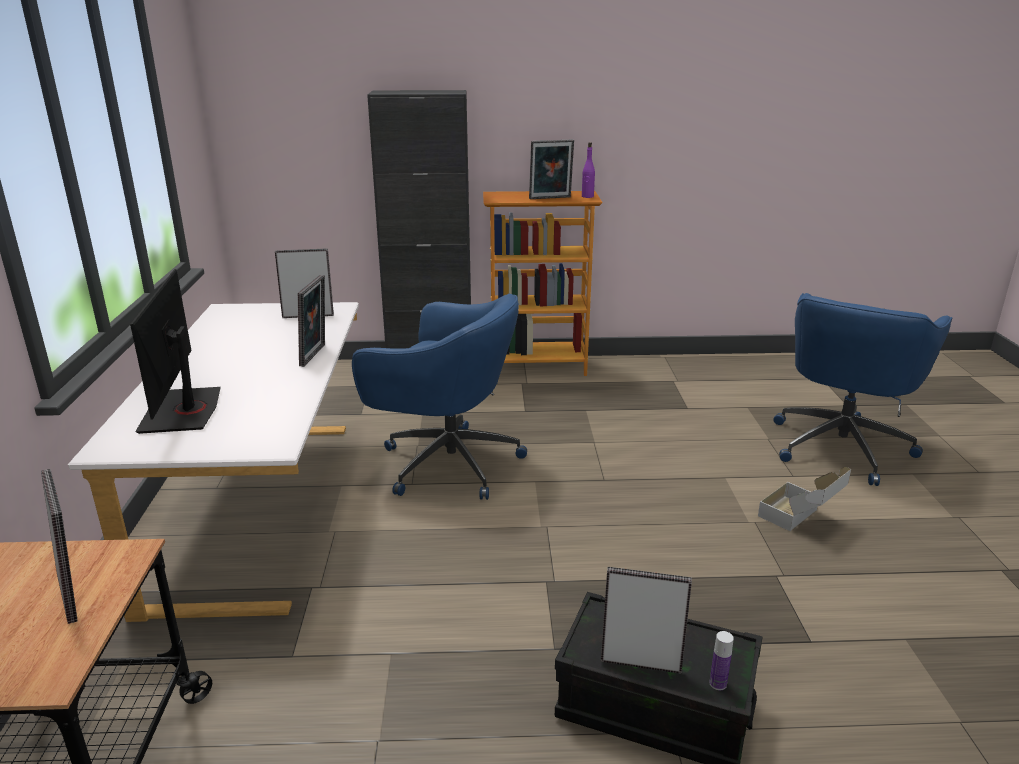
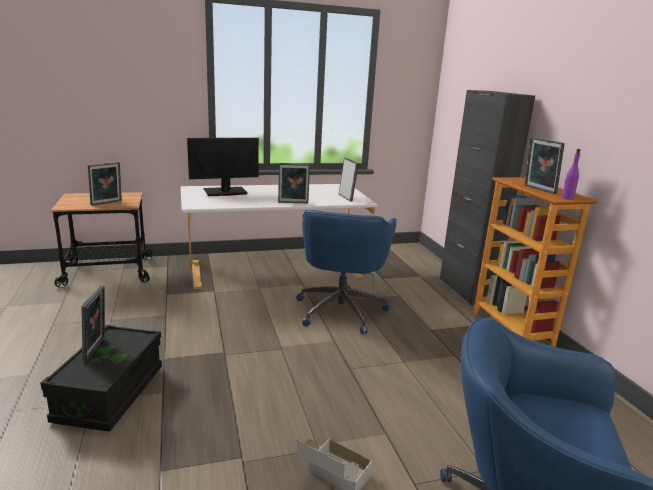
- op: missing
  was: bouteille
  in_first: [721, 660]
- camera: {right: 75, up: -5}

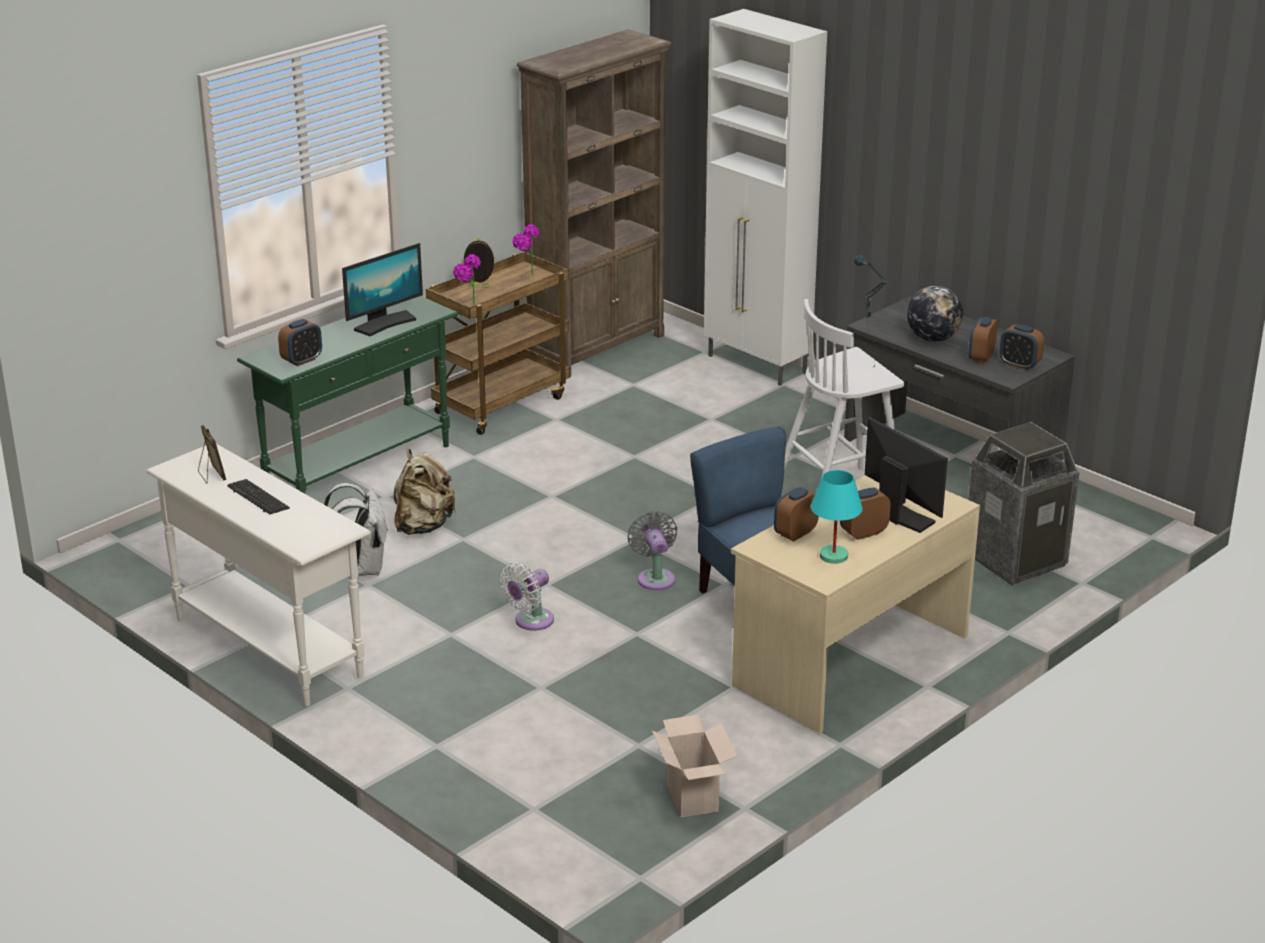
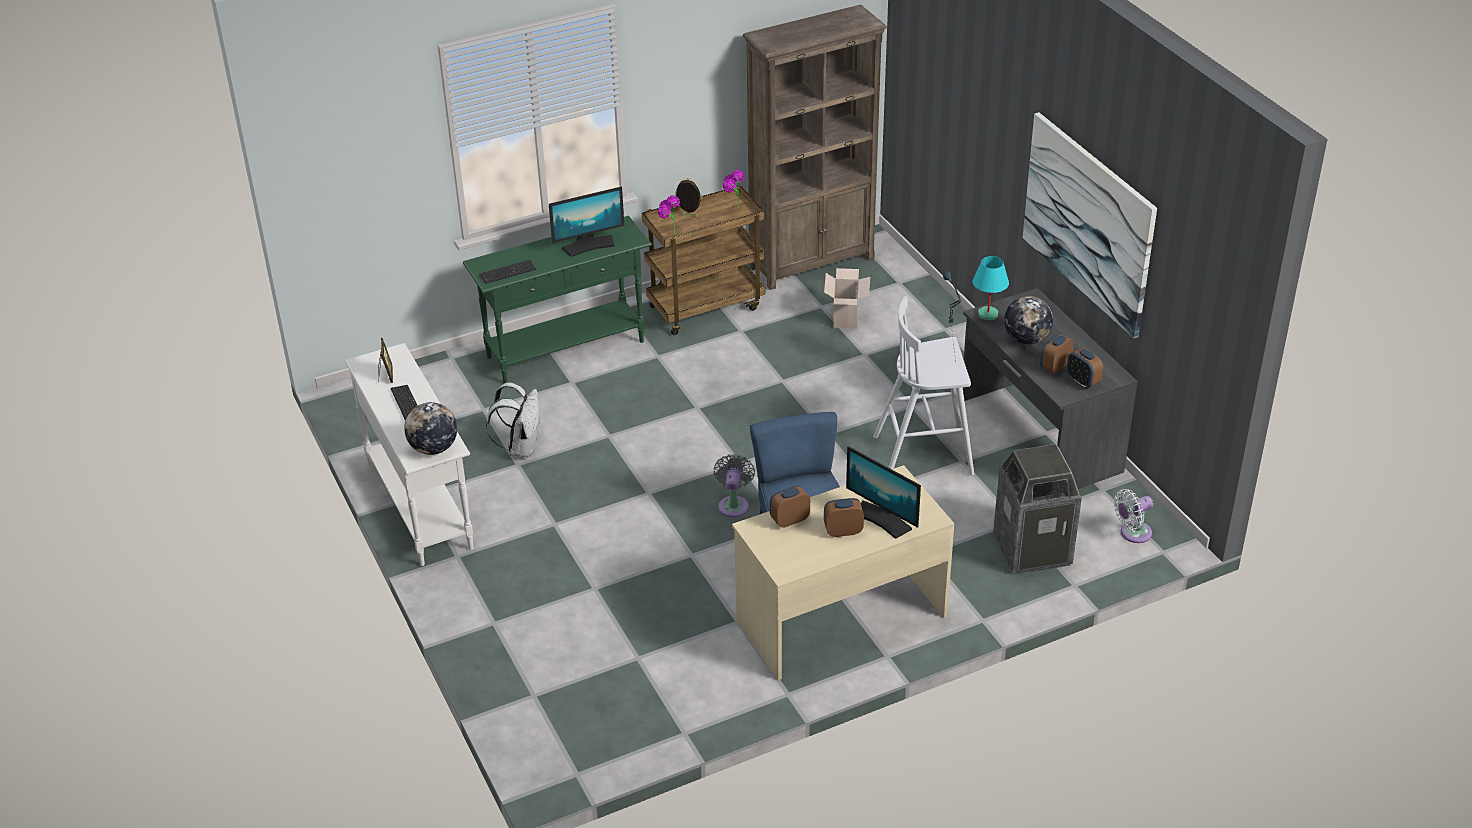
- op: exchanged
  was: réveil
  now: clavier
  in_first: [300, 342]
  in_second: [507, 272]
- op: missing
  was: sac à dos/beige
  in_first: [425, 492]
- op: relocated
  was: ventilateur/blanc
  in_first: [527, 597]
  in_second: [1133, 516]
- op: relocated
  was: carton
  in_first: [694, 766]
  in_second: [847, 298]
- op: missing
  was: meuble de rangement/blanc
  in_first: [765, 197]
- op: relocated
  was: lampe de table/turquoise
  in_first: [837, 517]
  in_second: [991, 288]
- op: spun
  was: écran d'ordinateur
  in_first: [906, 475]
  in_second: [883, 492]
  clockwise: 150
- op: appeared
  now: globe
  in_second: [430, 428]
- op: appeared
  now: tableau
  in_second: [1090, 225]
- camera: {right: 20, up: 10}

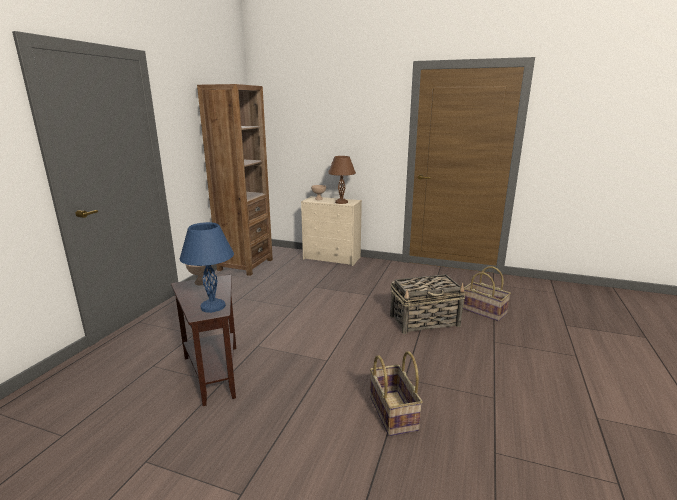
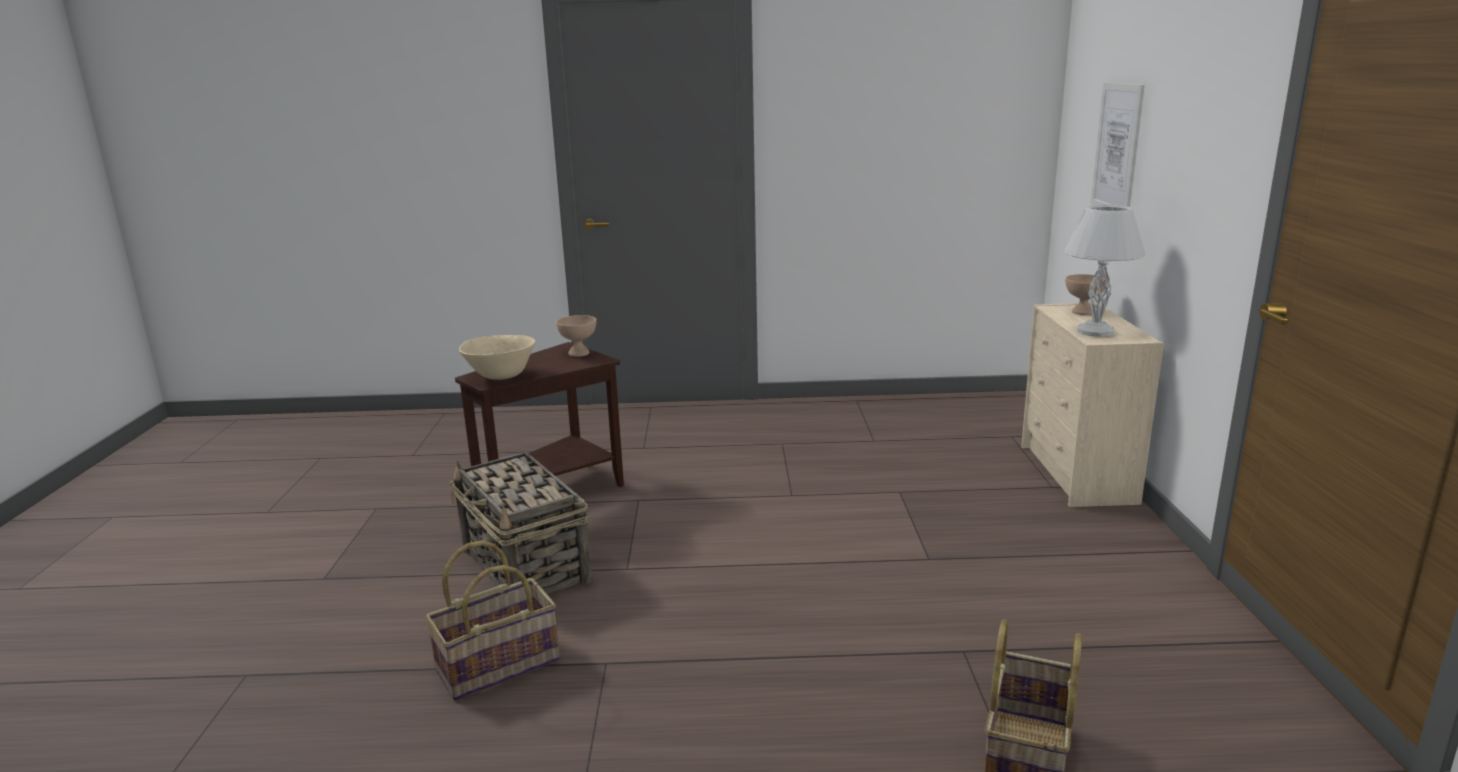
- op: exchanged
  was: lampe de table/bleu
  now: bol/beige
  in_first: [207, 267]
  in_second: [497, 357]
- op: missing
  was: bibliothèque/marron
  in_first: [235, 180]
- op: colour
  was: lampe de table/marron
  now: lampe de table/blanc
  in_first: [342, 180]
  in_second: [1104, 271]
- op: relocated
  was: panier
  in_first: [428, 304]
  in_second: [520, 523]
- op: appeared
  now: tableau
  in_second: [1117, 145]
- camera: {right: 70, up: 0}

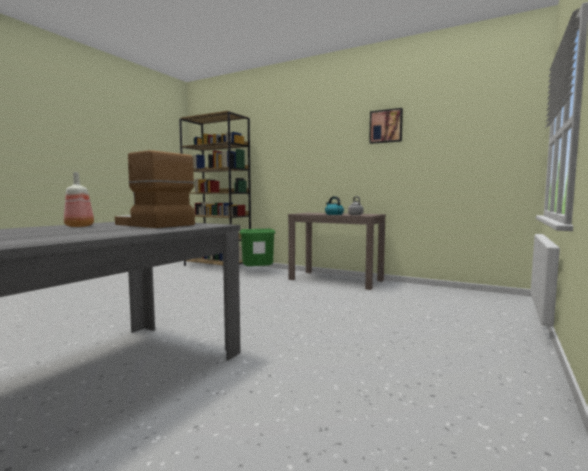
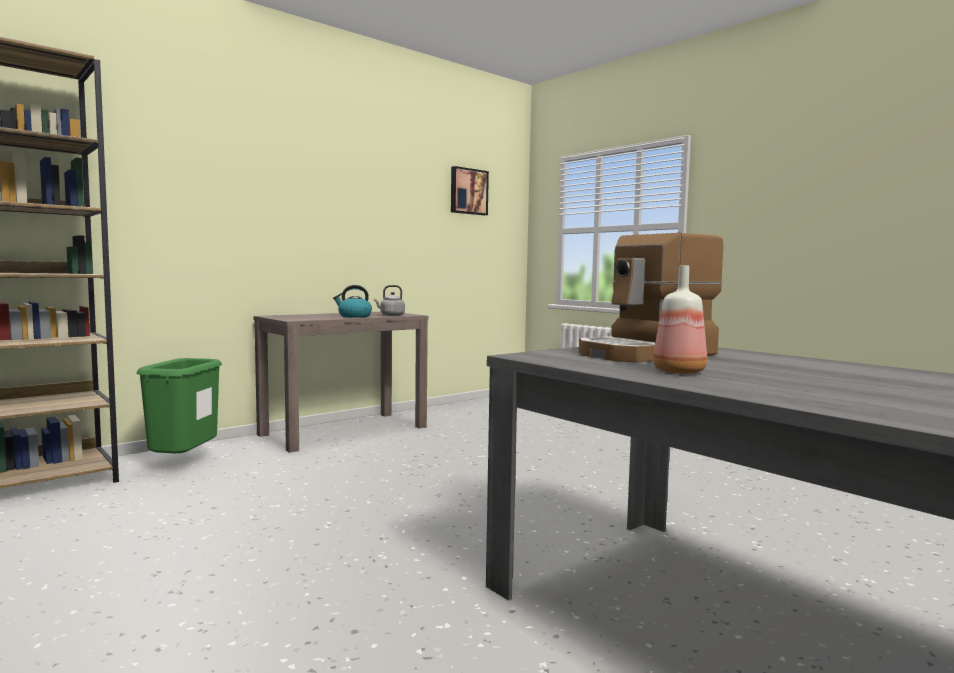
- op: relocated
  was: tableau
  in_first: [386, 126]
  in_second: [470, 190]
- camera: {right: -70, up: 0}

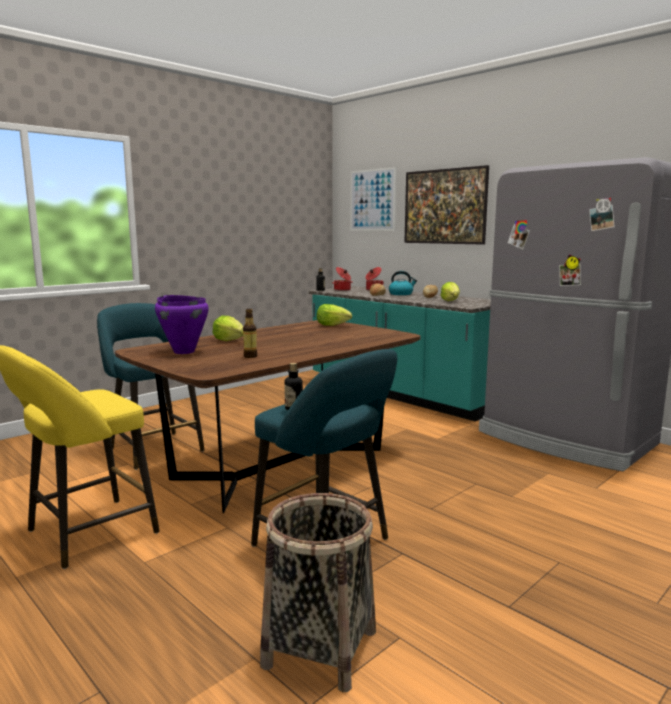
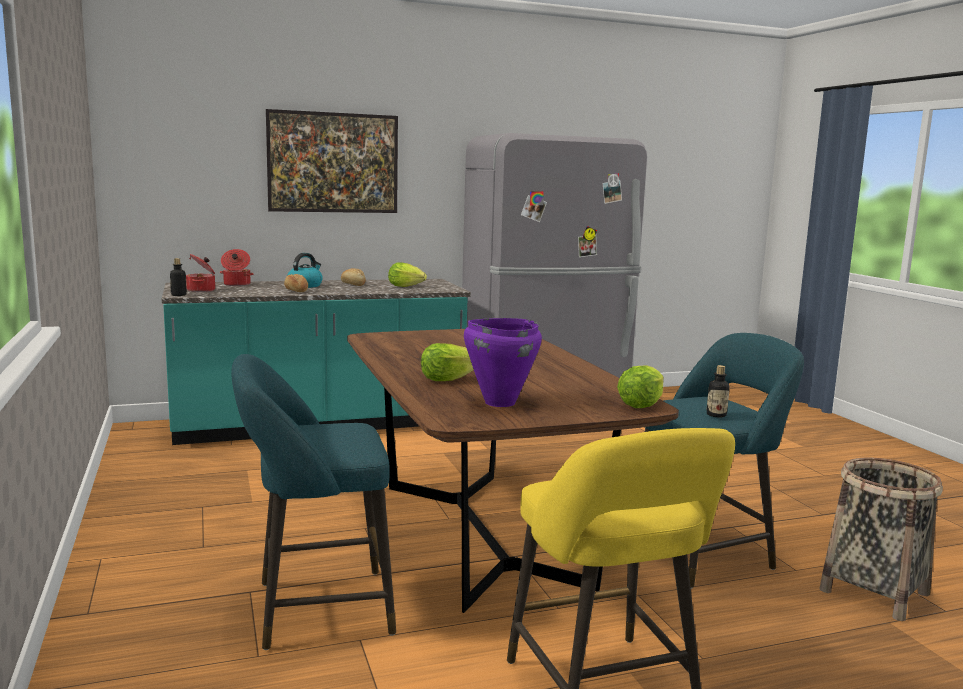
- op: missing
  was: bouteille
  in_first: [250, 333]
- op: relocated
  was: laitue
  in_first: [334, 315]
  in_second: [640, 386]
- op: missing
  was: tableau
  in_first: [373, 199]
- camera: {right: -65, up: 0}

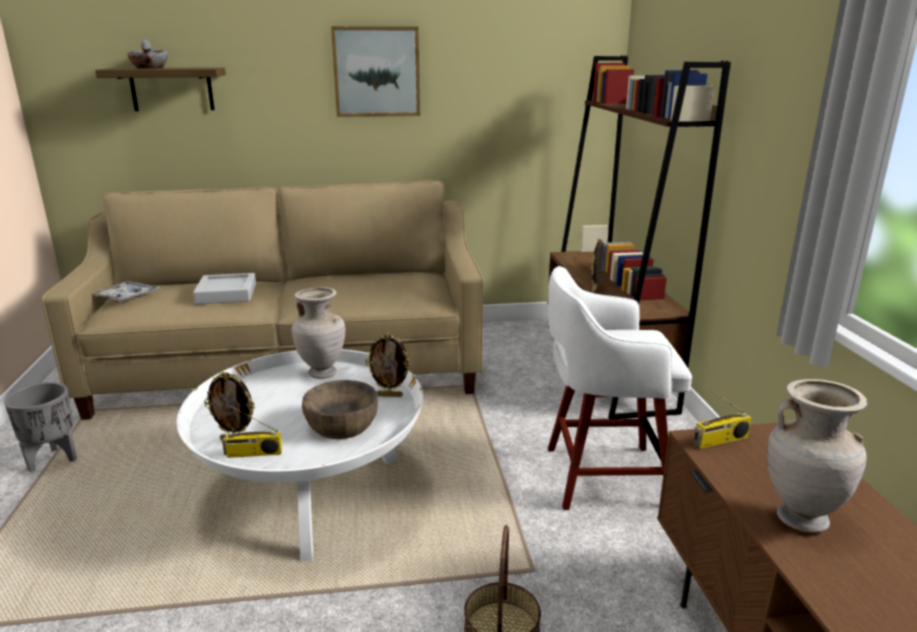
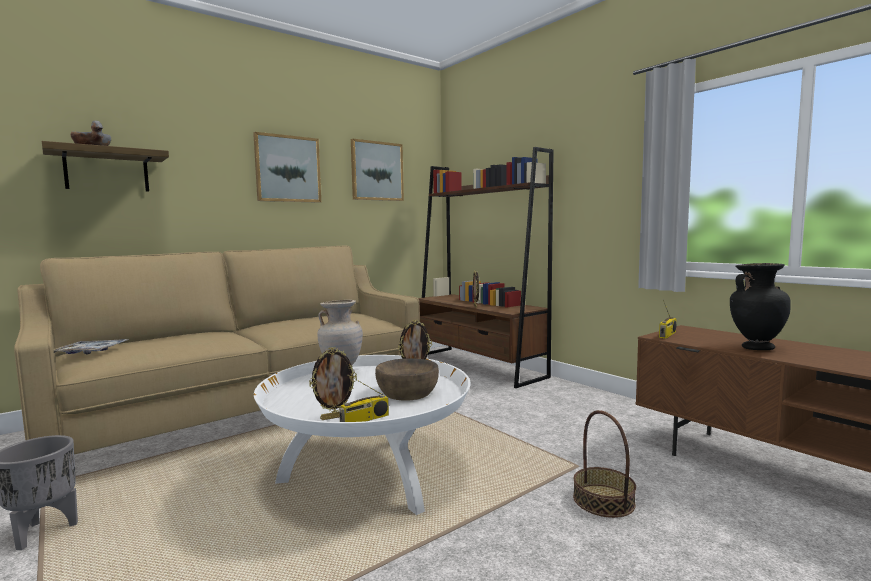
- op: missing
  was: plateau/gris
  in_first: [224, 288]
- op: missing
  was: tabouret/blanc
  in_first: [620, 388]
- op: colour
  was: vase/beige
  now: vase/noir
  in_first: [817, 456]
  in_second: [760, 306]
- op: appeared
  now: tableau
  in_second: [377, 170]
- camera: {right: -30, up: -15}

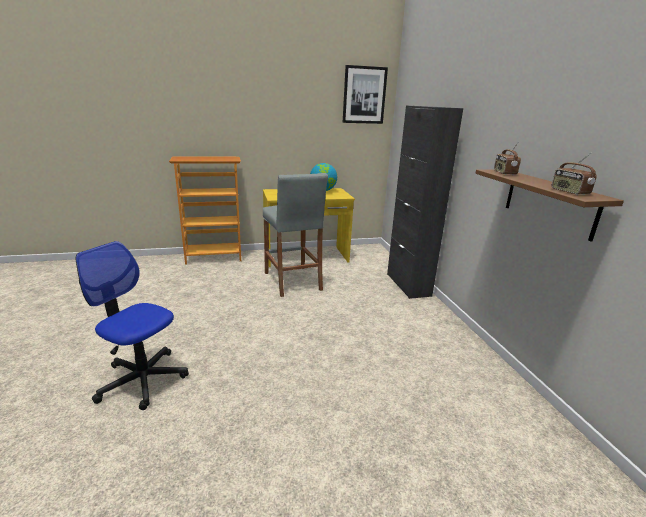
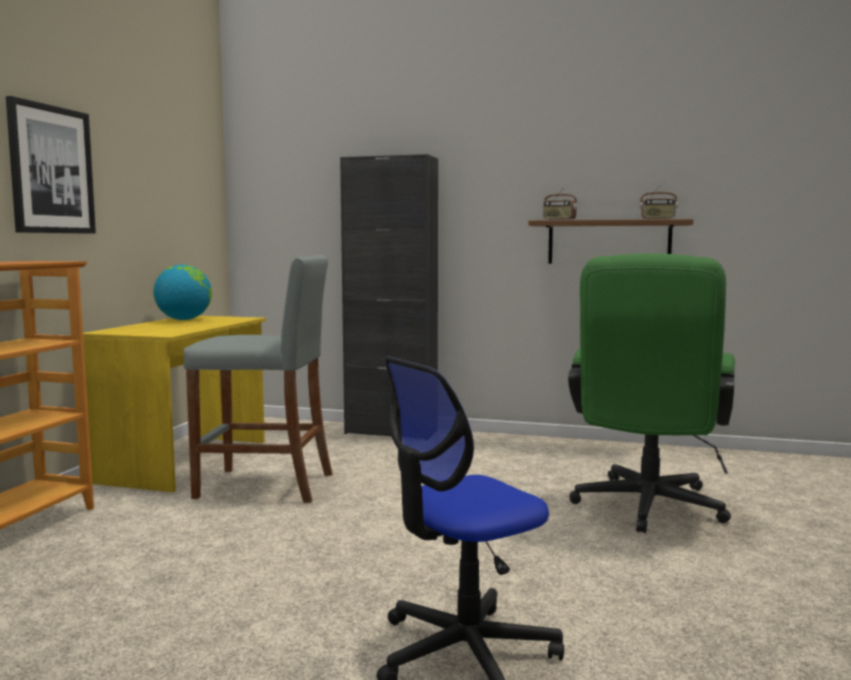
- op: relocated
  was: tableau
  in_first: [365, 94]
  in_second: [51, 165]
- op: appeared
  now: chaise de bureau/vert
  in_second: [651, 393]
- camera: {right: -60, up: -15}

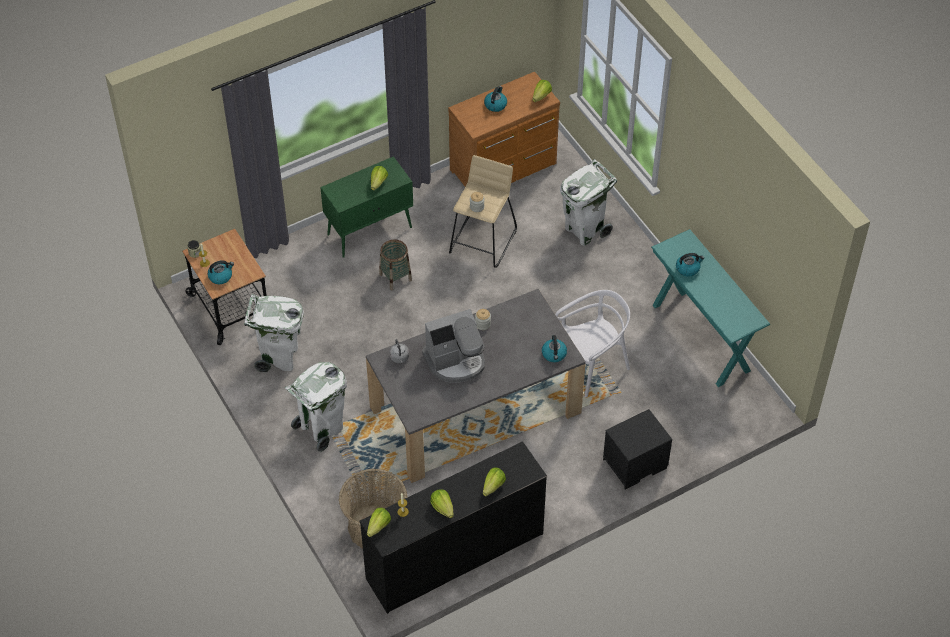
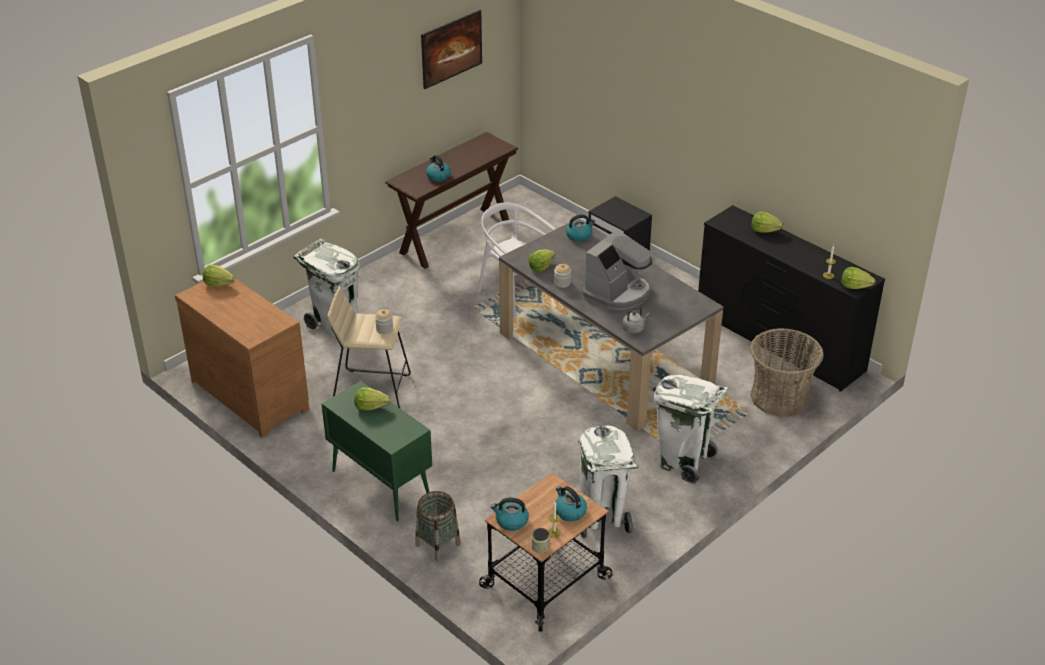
- op: relocated
  was: panier
  in_first: [395, 264]
  in_second: [438, 526]
- op: spun
  was: machine à café
  in_first: [453, 346]
  in_second: [617, 269]
  clockwise: 75
- op: relocated
  was: laitue
  in_first: [441, 503]
  in_second: [541, 260]
- op: relocated
  was: bouilloire
  in_first: [495, 99]
  in_second: [510, 514]
- op: colour
  was: table console/turquoise
  now: table console/marron
  in_first: [710, 308]
  in_second: [451, 200]
- op: appeared
  now: tableau
  in_second: [451, 49]
- camera: {right: -105, up: -15}

